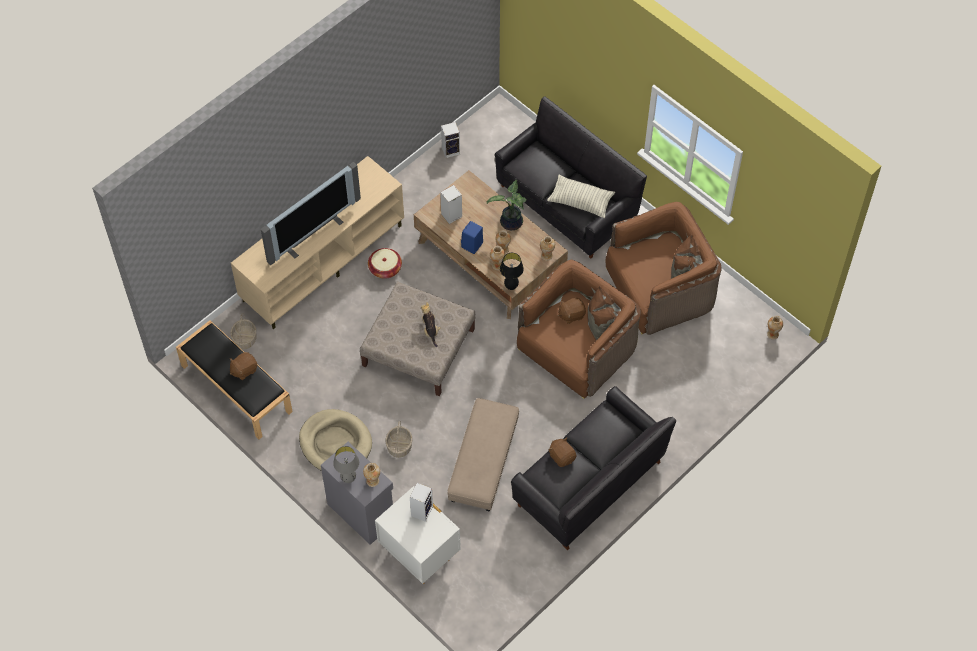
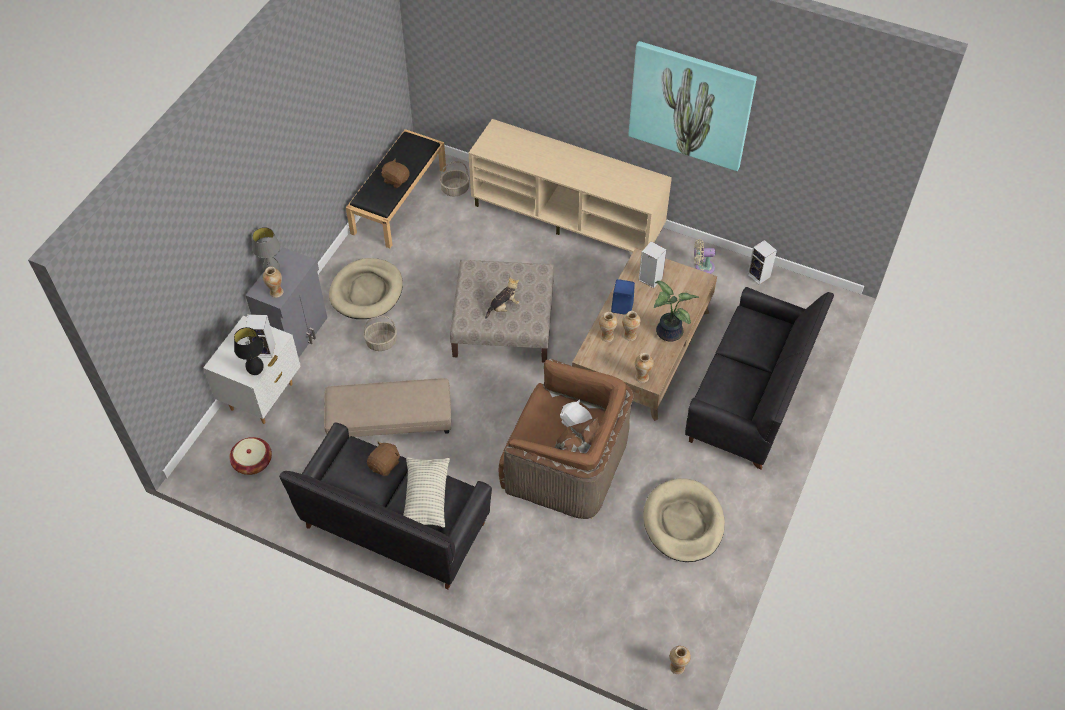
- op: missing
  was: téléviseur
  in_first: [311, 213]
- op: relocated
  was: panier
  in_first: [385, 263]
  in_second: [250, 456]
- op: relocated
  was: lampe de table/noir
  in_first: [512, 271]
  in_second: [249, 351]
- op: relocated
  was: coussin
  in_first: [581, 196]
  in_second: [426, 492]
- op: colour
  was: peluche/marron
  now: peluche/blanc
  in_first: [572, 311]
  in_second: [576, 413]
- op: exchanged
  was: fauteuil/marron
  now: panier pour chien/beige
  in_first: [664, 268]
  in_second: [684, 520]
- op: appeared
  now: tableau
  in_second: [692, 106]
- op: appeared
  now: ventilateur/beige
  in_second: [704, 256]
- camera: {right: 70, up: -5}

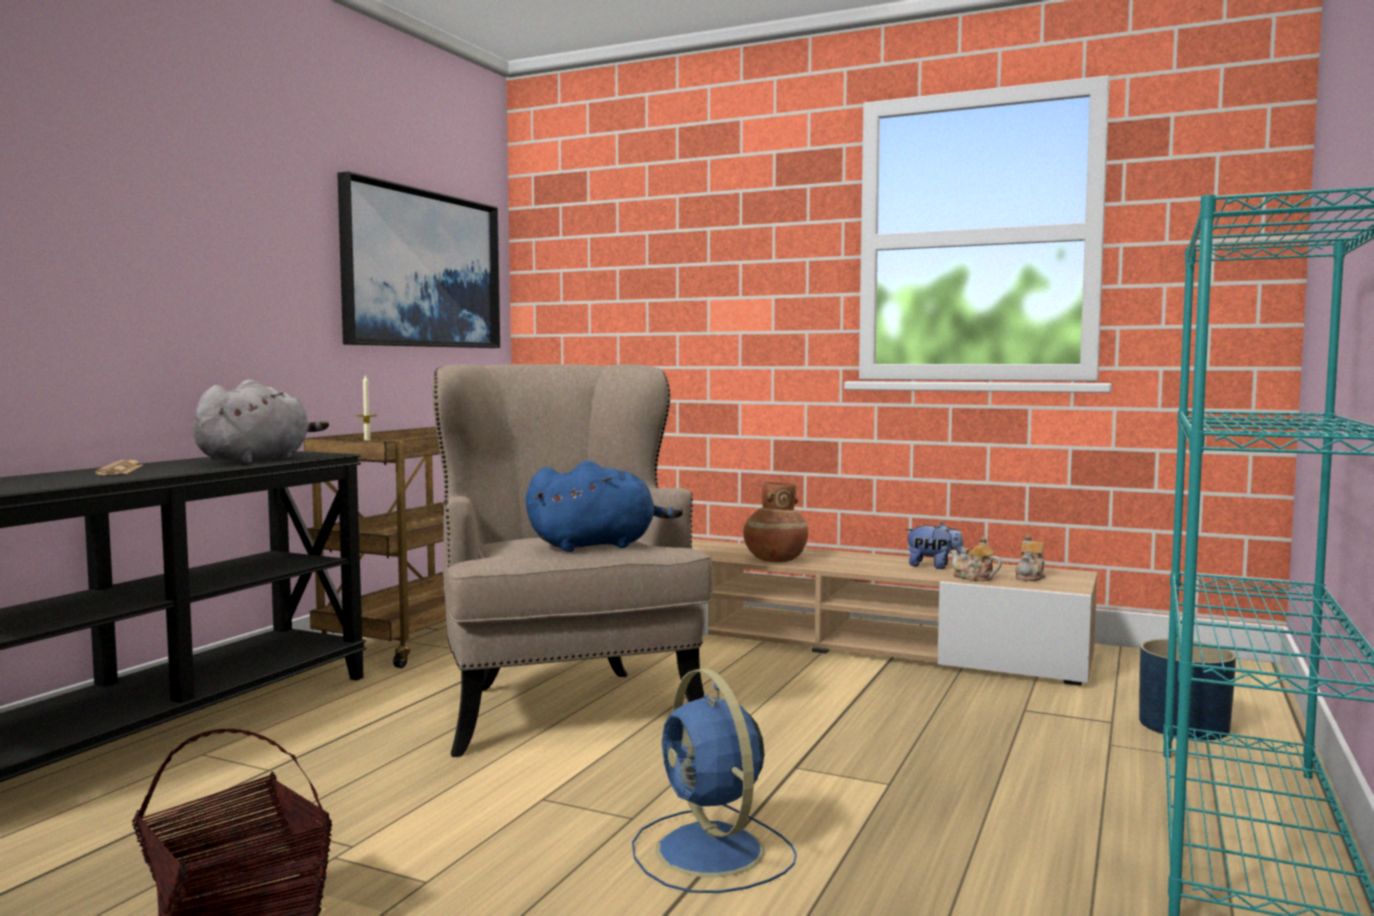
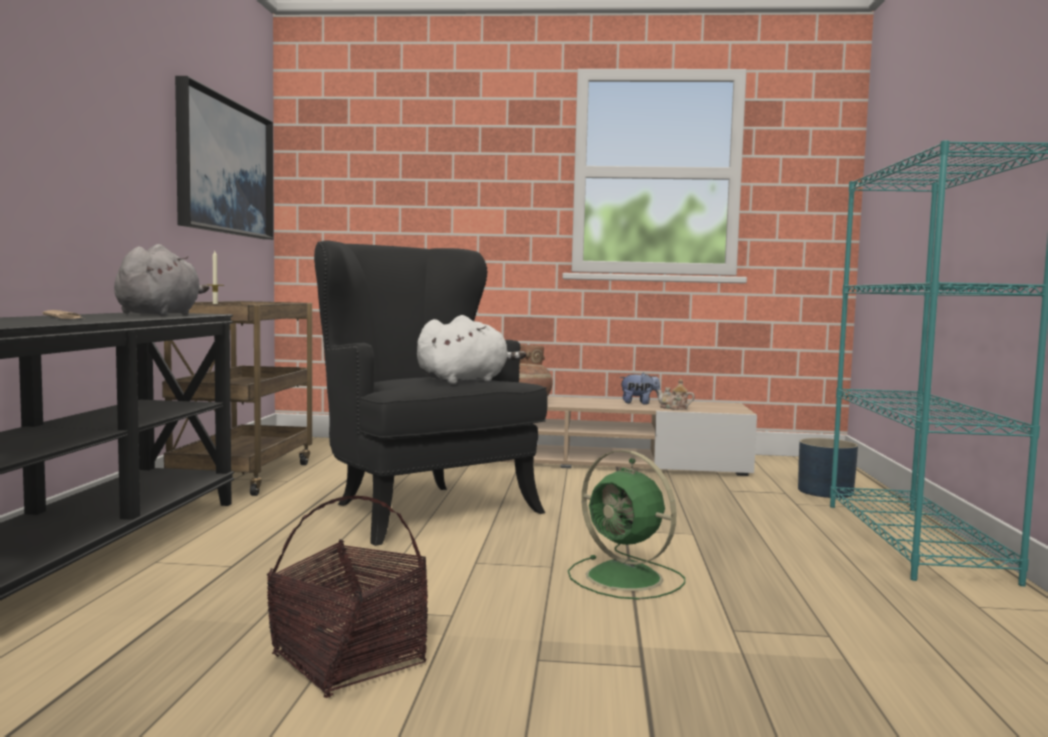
- op: colour
  was: fauteuil/beige
  now: fauteuil/noir
  in_first: [572, 560]
  in_second: [431, 393]
- op: colour
  was: peluche/bleu
  now: peluche/blanc
  in_first: [604, 506]
  in_second: [471, 349]
- op: colour
  was: ventilateur/bleu
  now: ventilateur/vert
  in_first: [714, 781]
  in_second: [626, 525]
- op: missing
  was: théière
  in_first: [1030, 557]
- camera: {right: -20, up: 0}

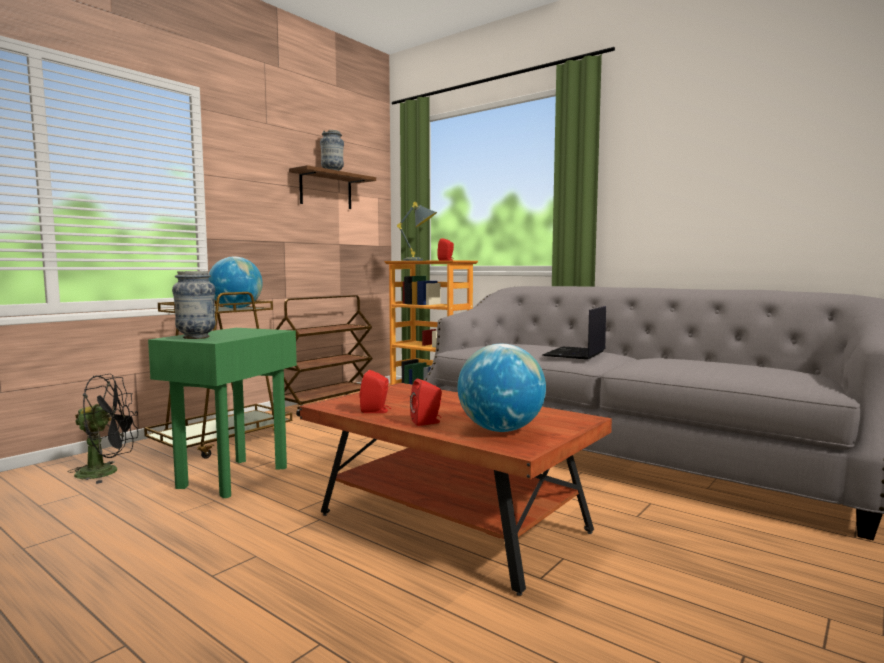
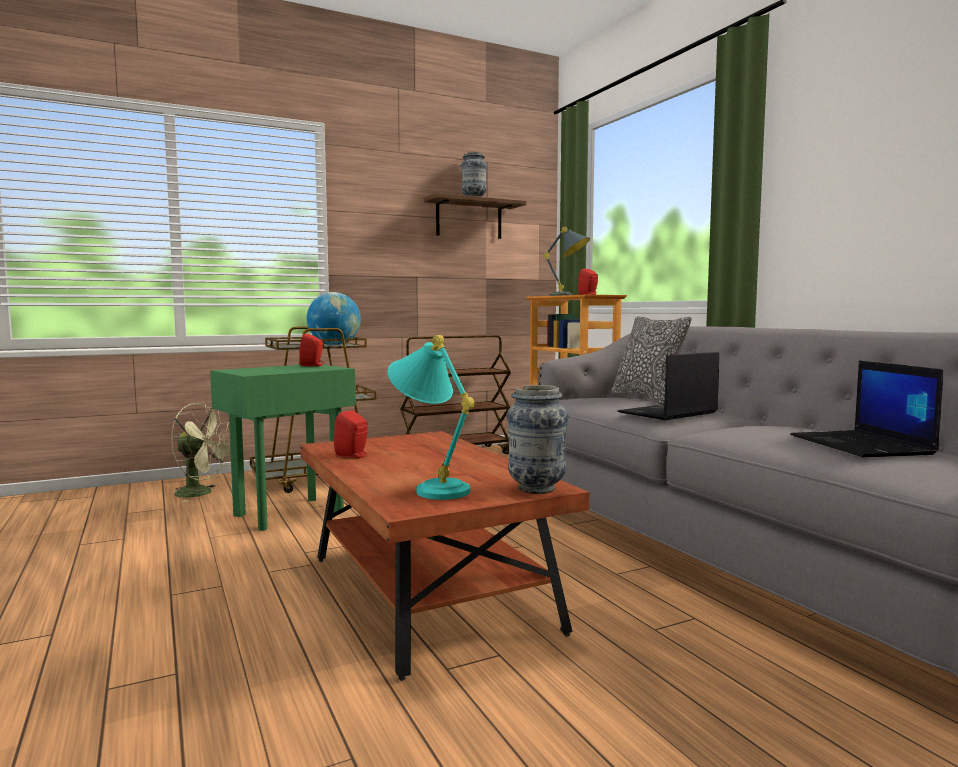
- op: colour
  was: ventilateur/noir
  now: ventilateur/vert
  in_first: [103, 429]
  in_second: [201, 452]
- op: relocated
  was: vase
  in_first: [194, 305]
  in_second: [537, 439]
- op: relocated
  was: enceinte/rouge
  in_first: [426, 402]
  in_second: [312, 350]
- op: exchanged
  was: globe
  now: lampe de table/turquoise
  in_first: [502, 388]
  in_second: [431, 417]
- op: appeared
  now: coussin
  in_second: [651, 360]
- op: appeared
  now: ordinateur portable
  in_second: [866, 409]
- camera: {right: 25, up: 0}

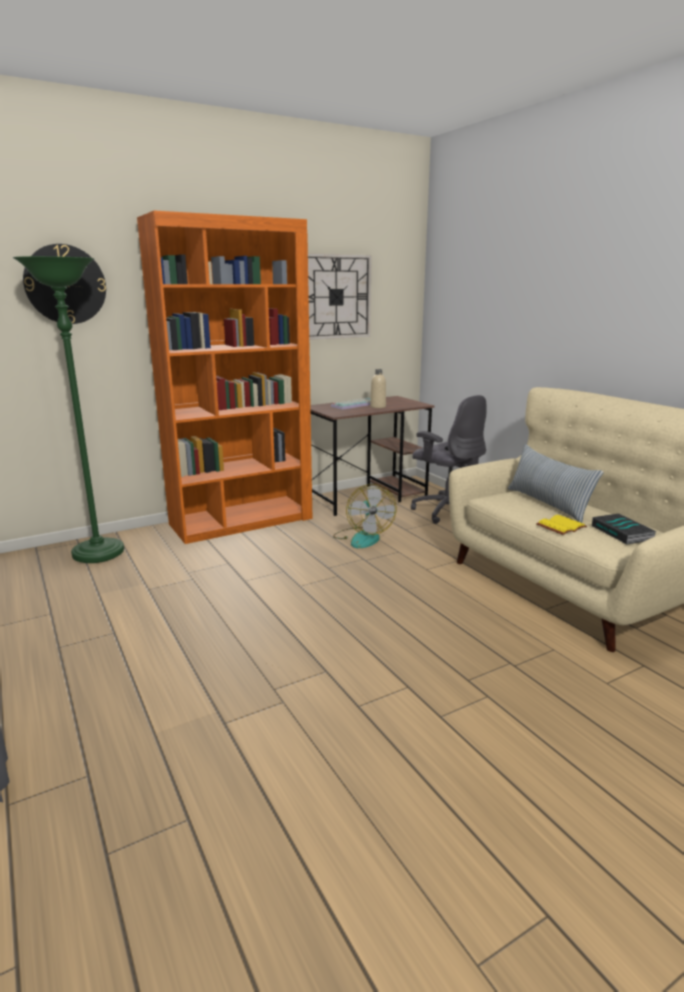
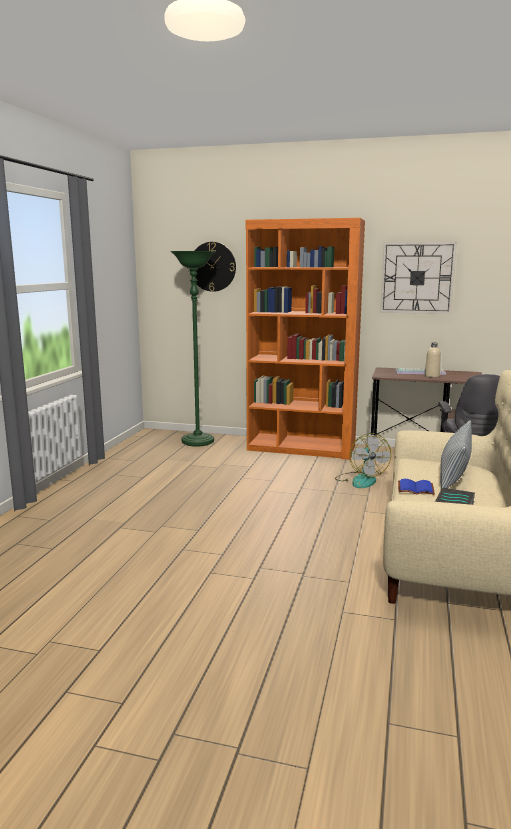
- op: spun
  was: ventilateur
  in_first: [364, 516]
  in_second: [363, 460]
  clockwise: -45
- op: colour
  was: livre/jaune
  now: livre/bleu
  in_first: [561, 525]
  in_second: [416, 487]
- camera: {right: 45, up: -5}

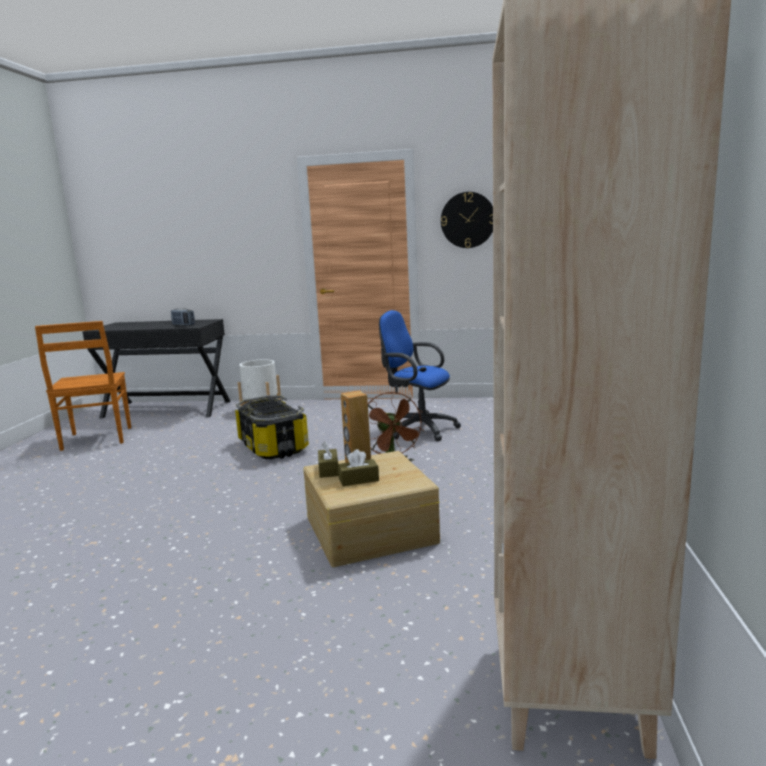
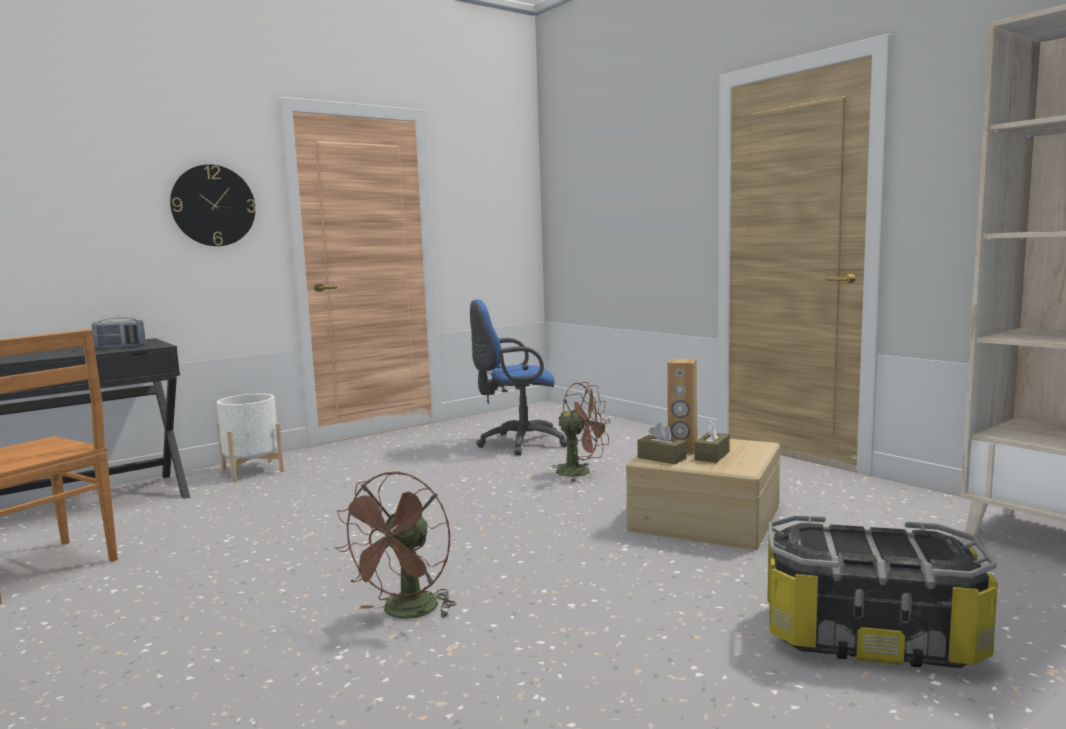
- op: relocated
  was: boîte de rangement
  in_first: [272, 427]
  in_second: [882, 591]
- op: relocated
  was: horloge murale
  in_first: [467, 220]
  in_second: [213, 205]
- op: appeared
  now: ventilateur/marron
  in_second: [396, 545]
- camera: {right: -45, up: -5}

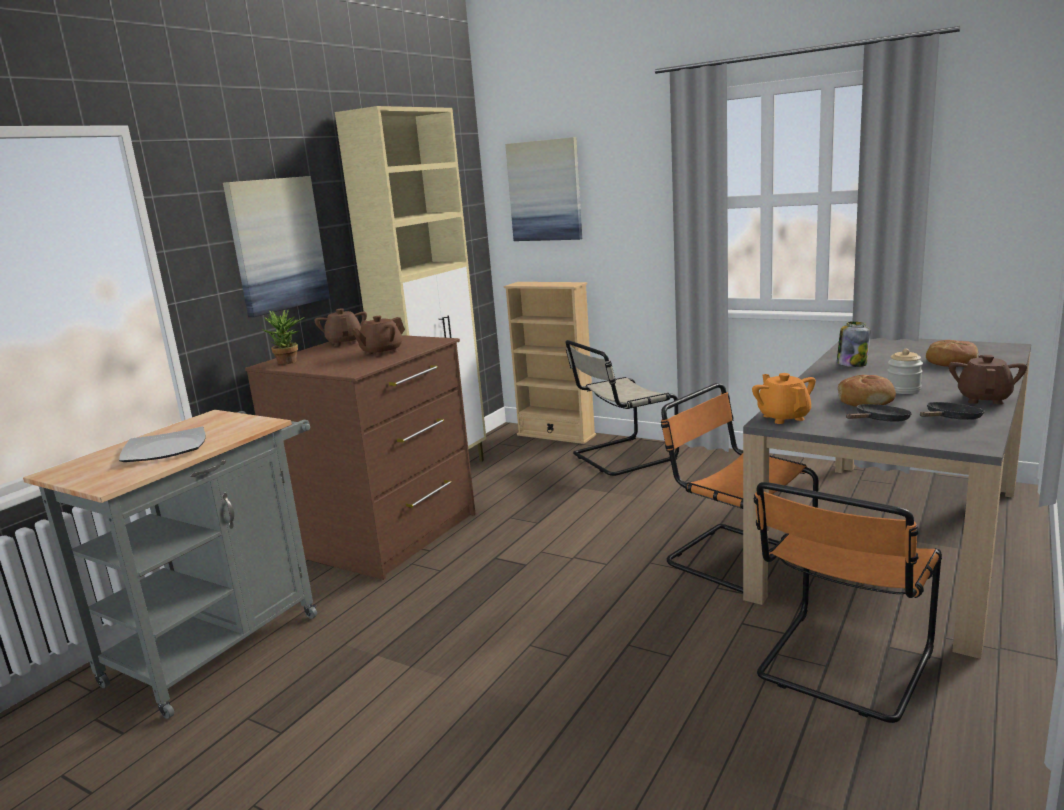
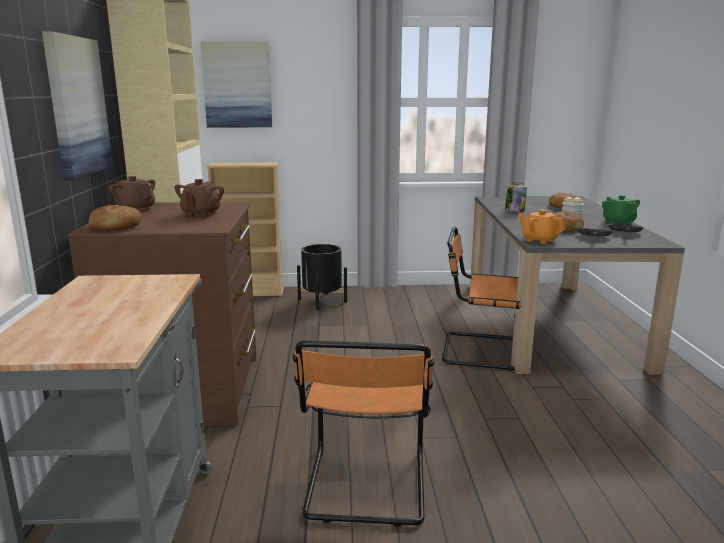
- op: missing
  was: assiette
  in_first: [162, 444]
- op: exchanged
  was: plante en pot
  now: pain
  in_first: [283, 337]
  in_second: [115, 217]
- op: exchanged
  was: chaise/beige
  now: cache-pot/noir
  in_first: [622, 408]
  in_second: [322, 277]
- op: relocated
  was: chaise/orange
  in_first: [847, 602]
  in_second: [363, 433]
- op: colour
  was: théière/marron
  now: théière/vert
  in_first: [988, 380]
  in_second: [621, 210]
- camera: {right: -35, up: 0}

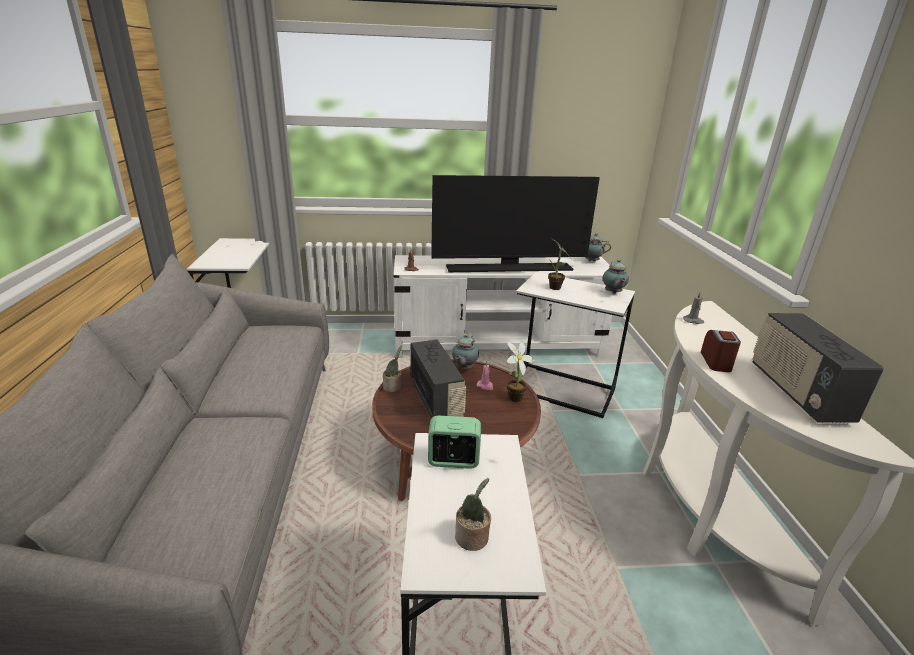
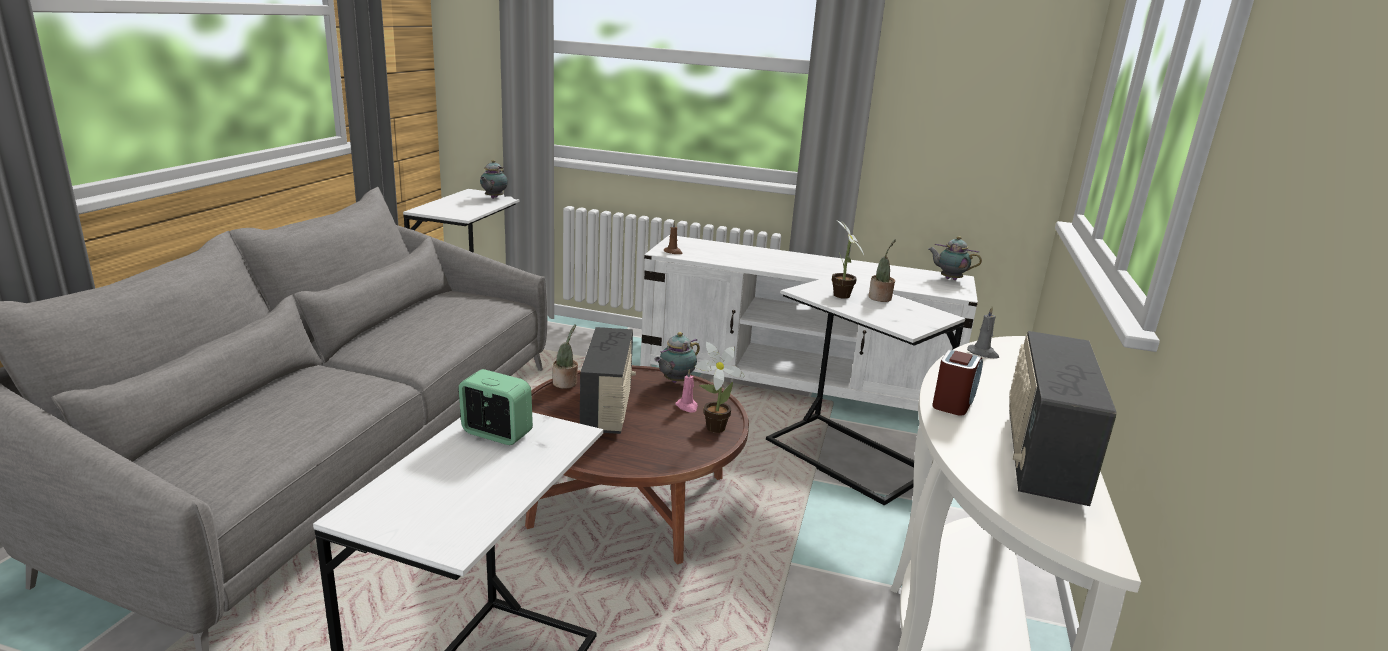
- op: missing
  was: téléviseur
  in_first: [515, 223]
- op: relocated
  was: plante en pot
  in_first: [473, 514]
  in_second: [882, 270]
- op: relocated
  was: théière
  in_first: [616, 276]
  in_second: [494, 179]
- camera: {right: 20, up: -5}

